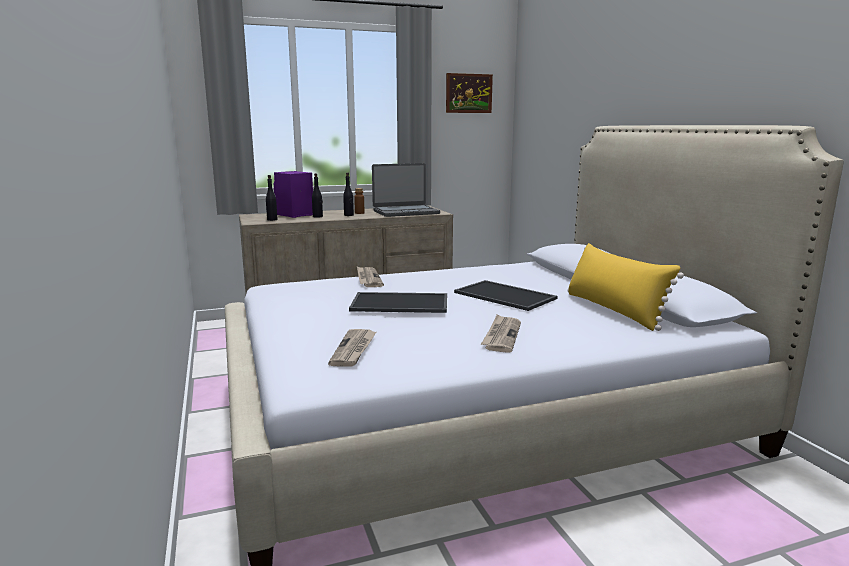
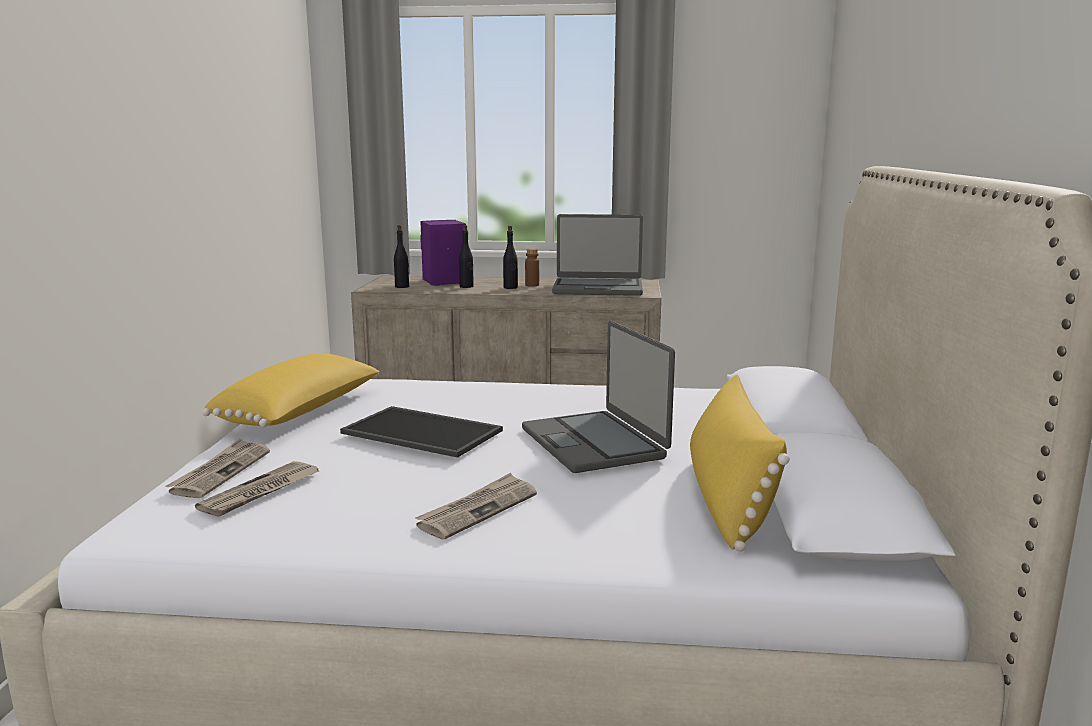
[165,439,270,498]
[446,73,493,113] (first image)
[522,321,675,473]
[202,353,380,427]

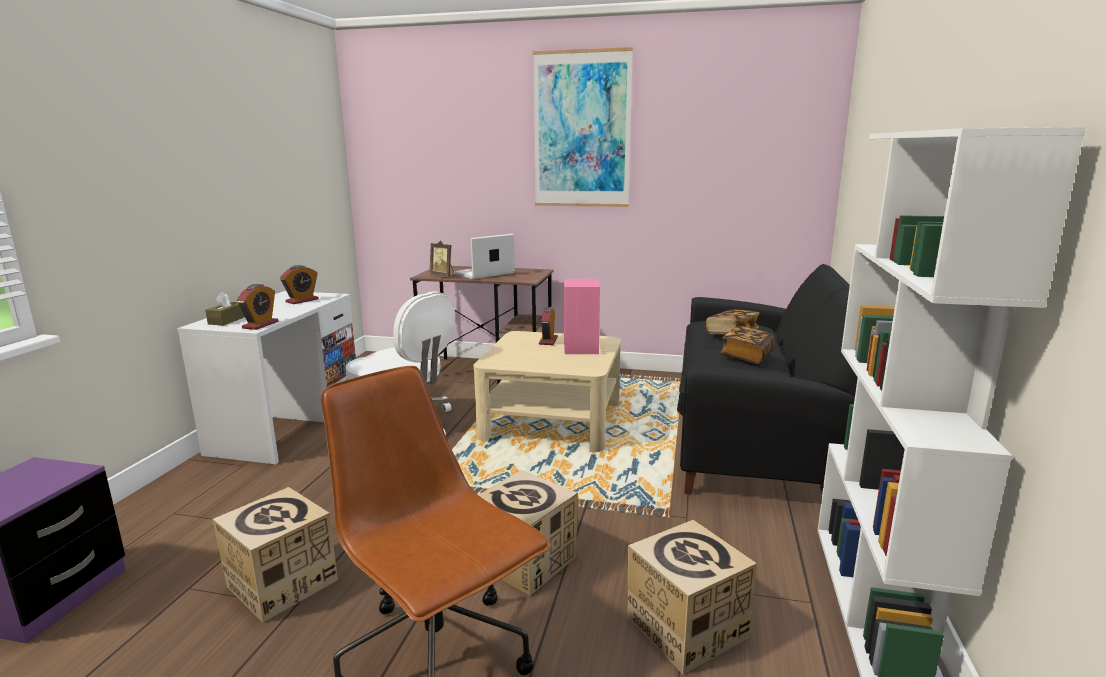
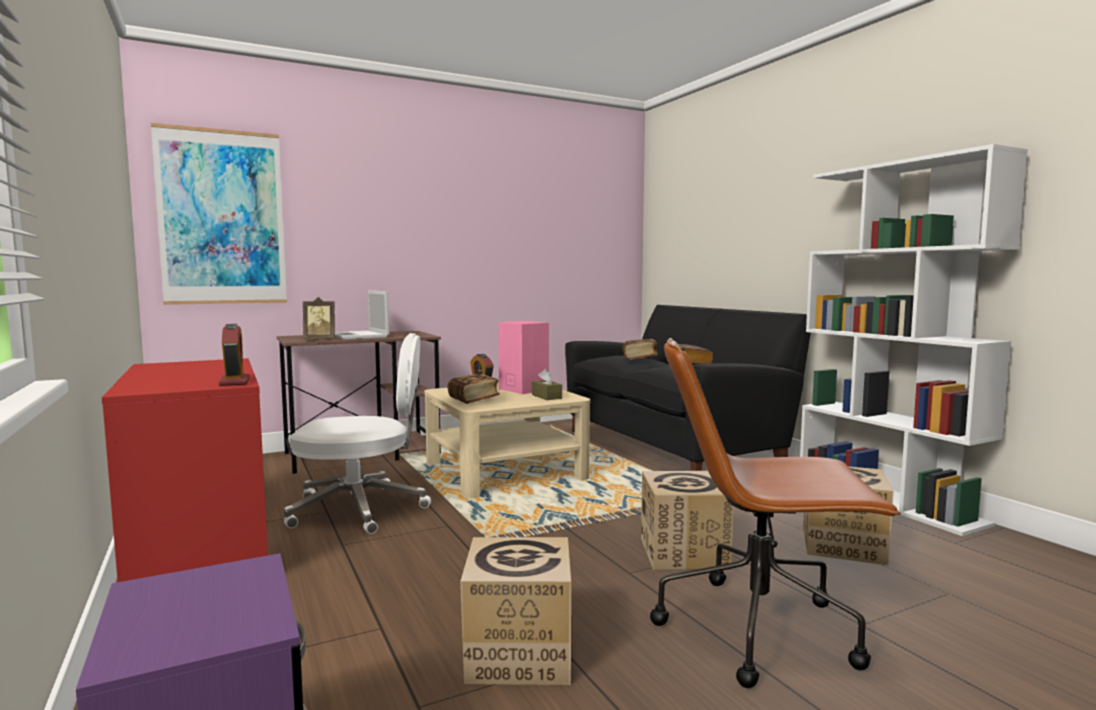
[102,358,268,582]
[532,369,562,400]
[280,265,319,304] (first image)
[335,290,389,340]
[151,123,287,305]
[448,374,500,404]

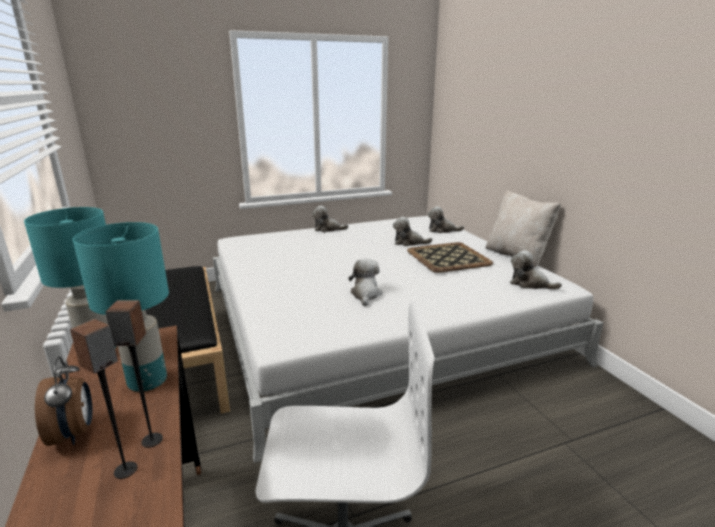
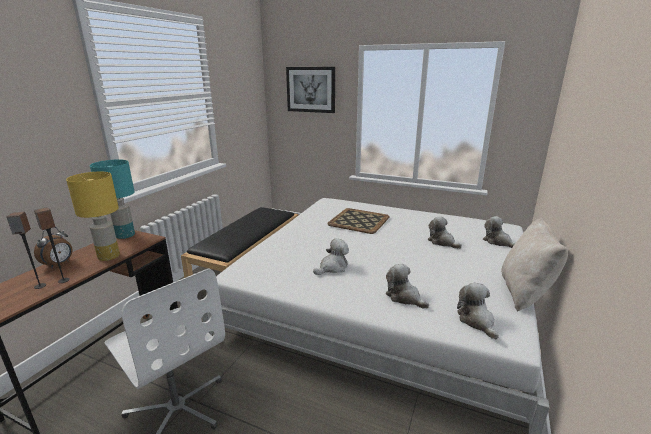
[66,172,120,261]
[385,264,429,309]
[327,208,390,234]
[286,67,335,113]

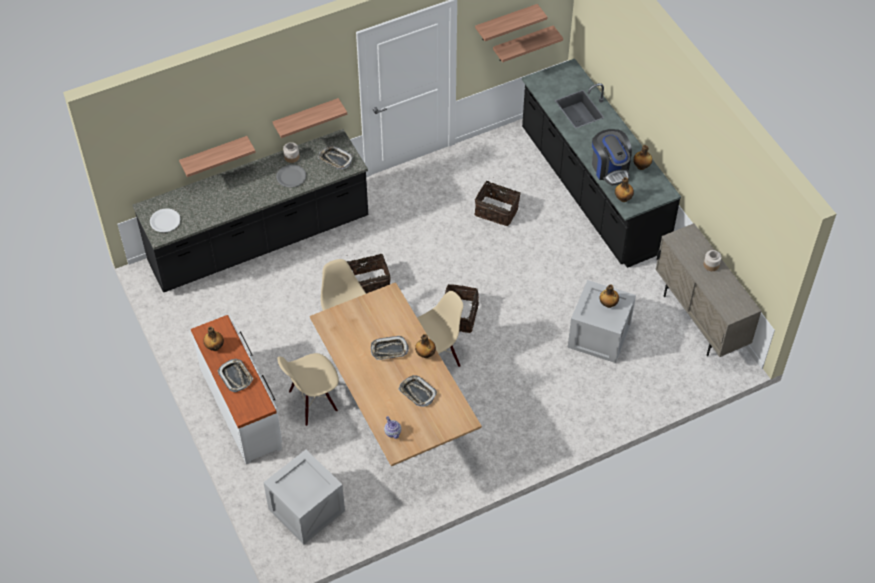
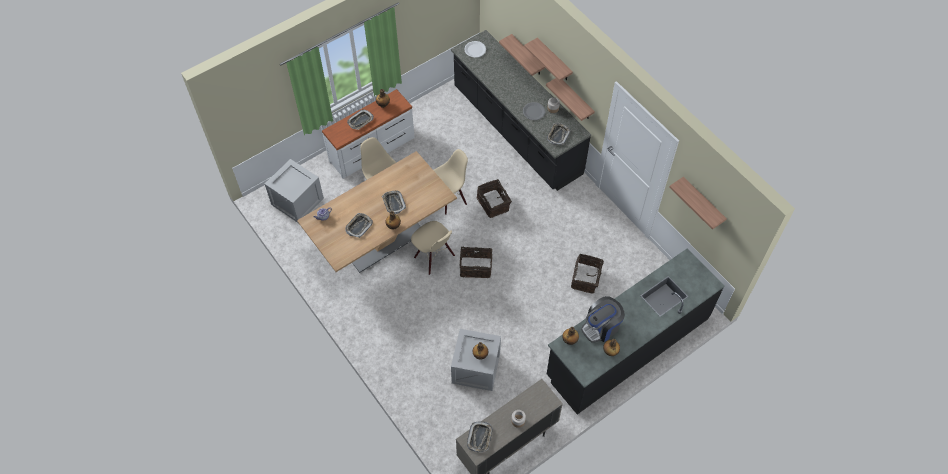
[524,38,573,81]
[467,421,493,452]

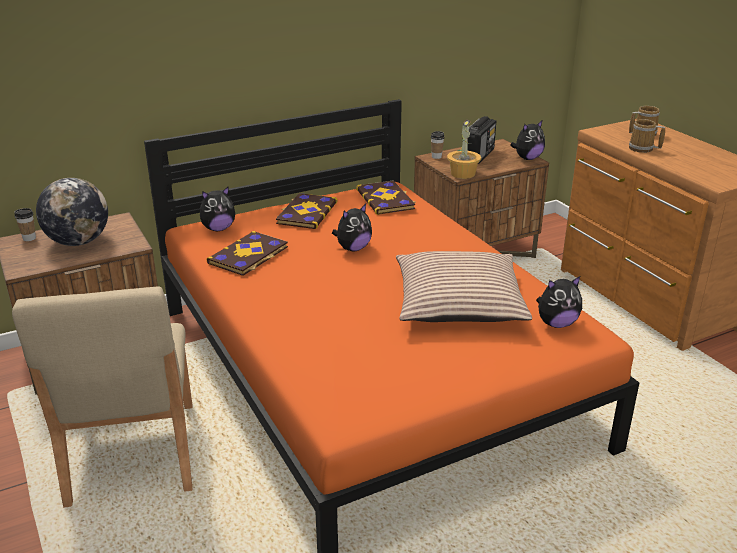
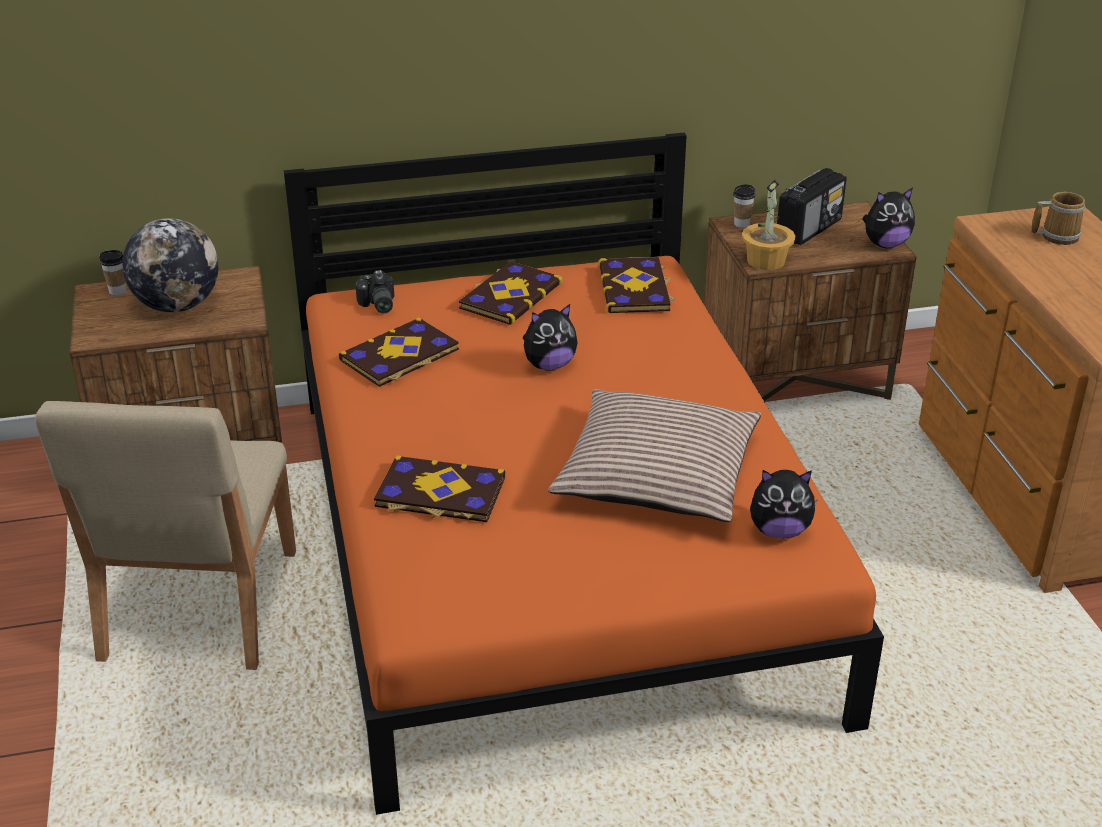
[355,270,395,314]
[629,119,665,153] (first image)
[374,455,505,522]

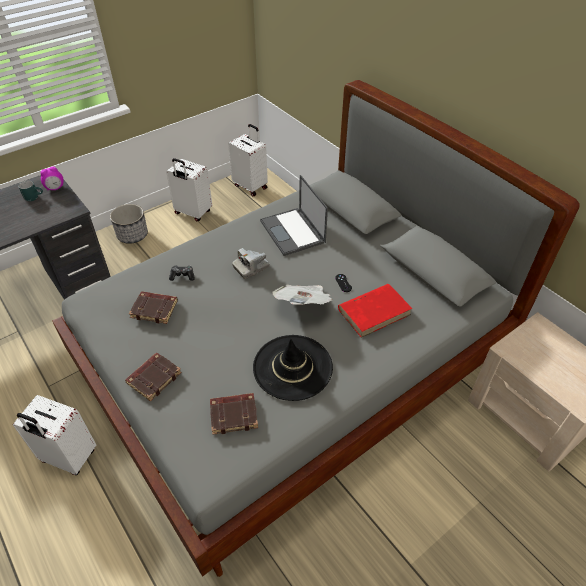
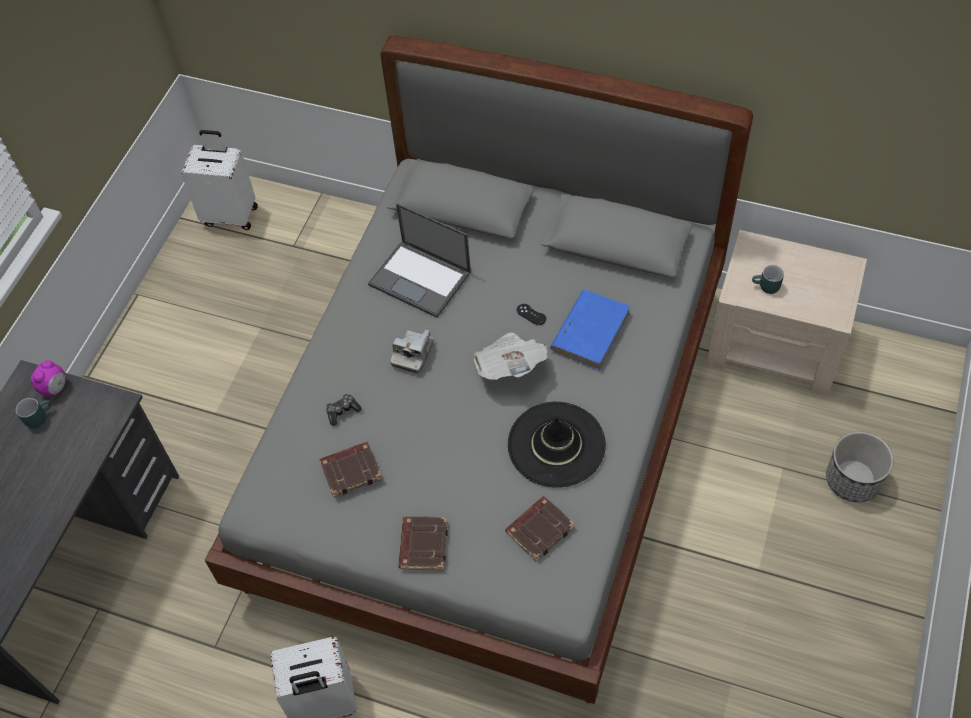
[826,431,894,502]
[166,158,212,221] (first image)
[550,290,631,370]
[752,265,784,294]

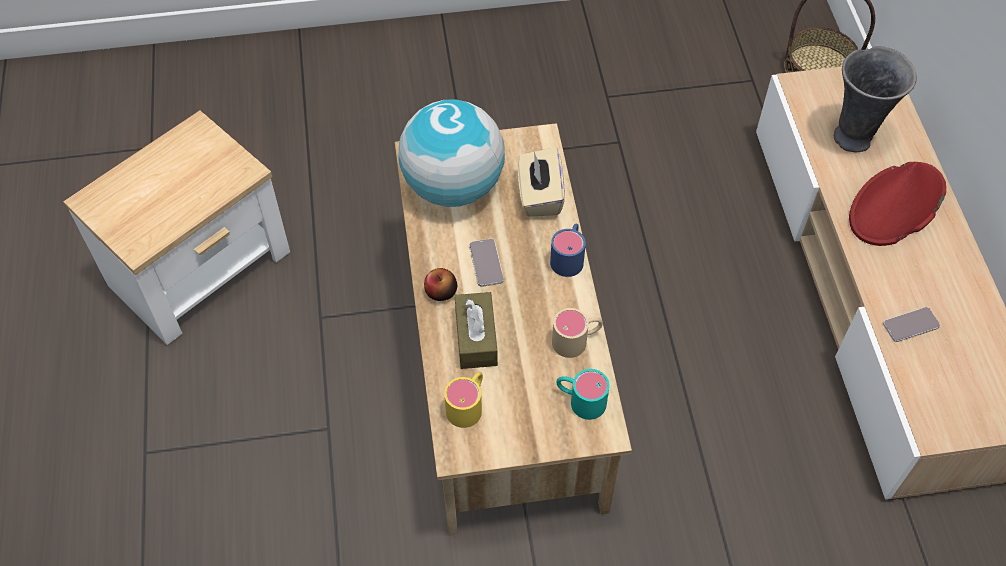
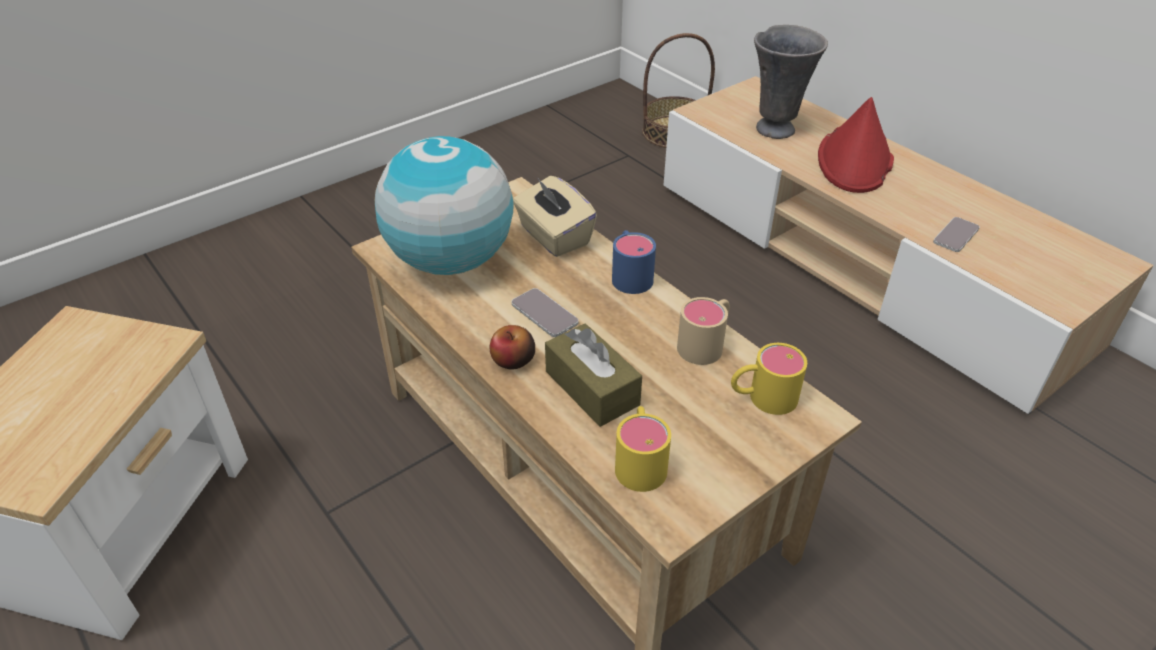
[731,343,807,415]

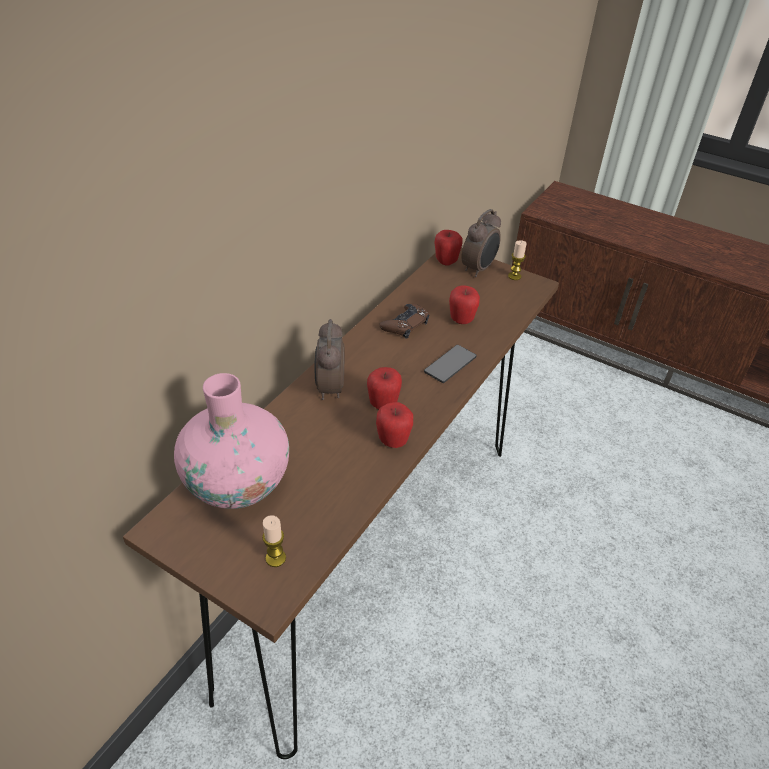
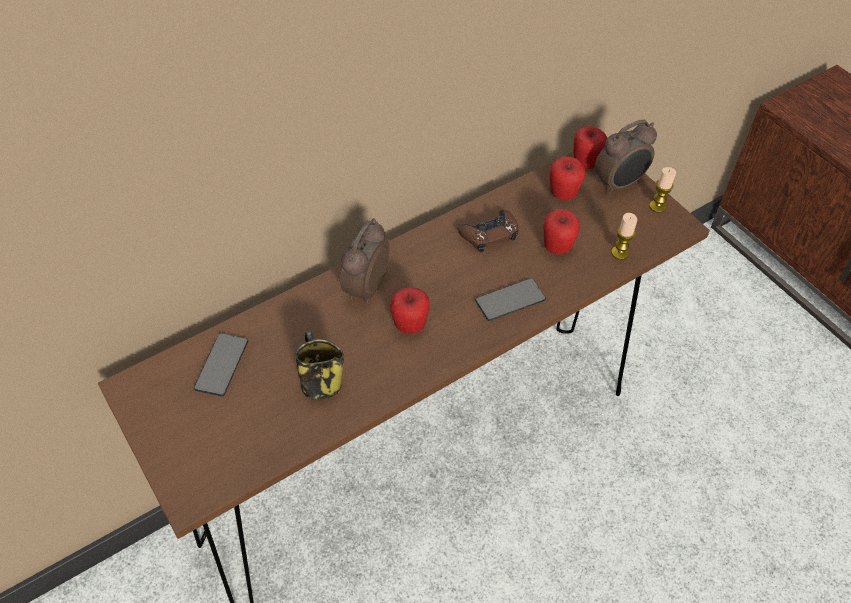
[194,333,248,397]
[611,213,637,260]
[549,157,585,200]
[295,332,344,400]

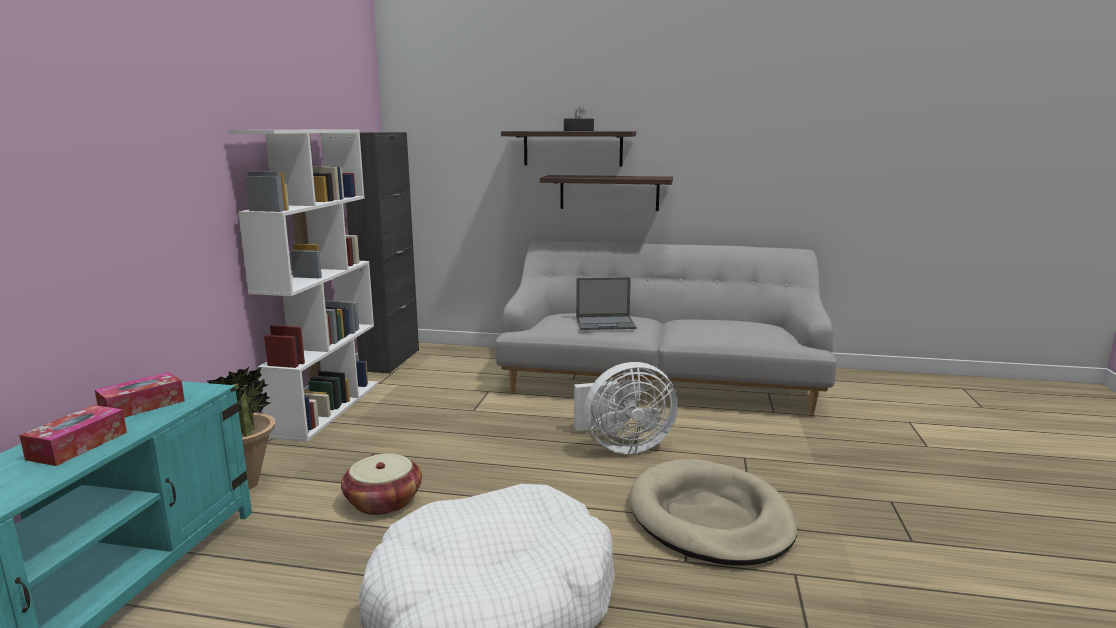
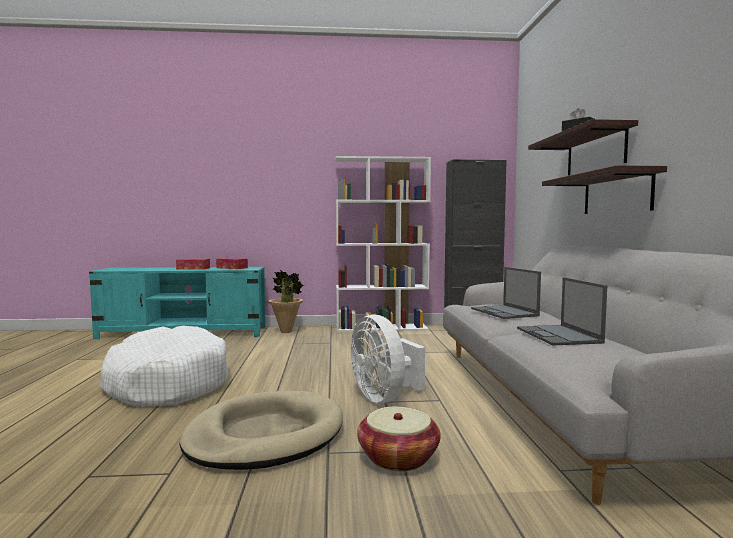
[357,407,441,471]
[517,277,607,345]

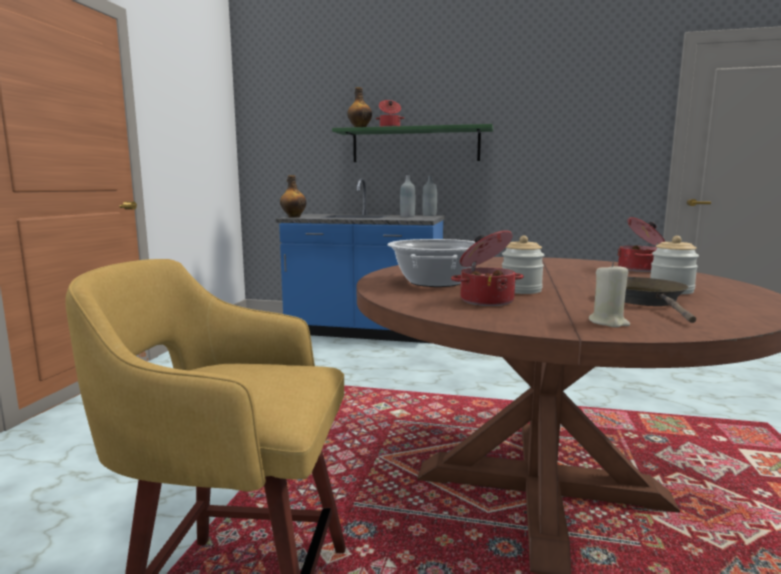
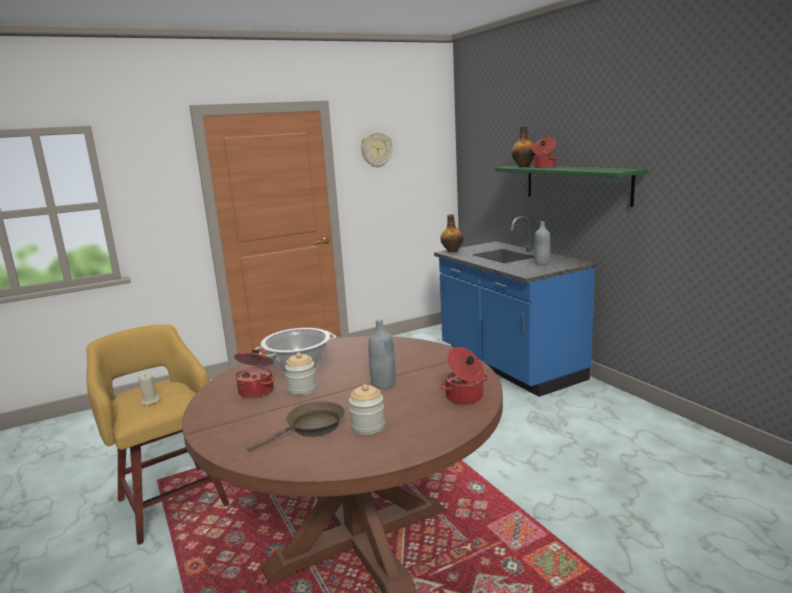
[368,320,396,389]
[138,374,160,406]
[361,132,393,168]

